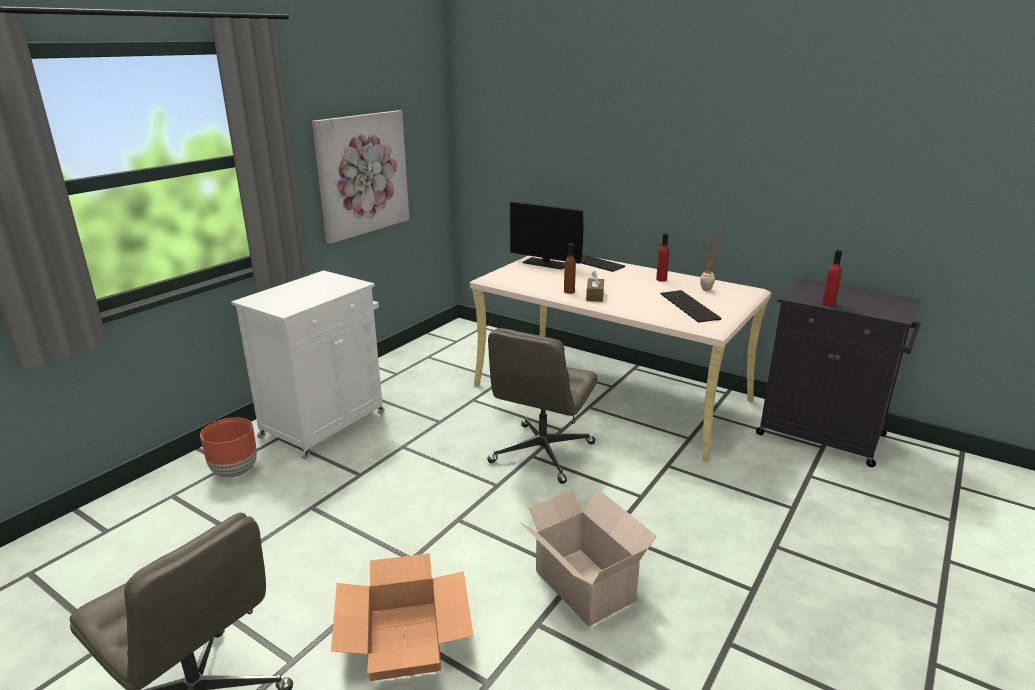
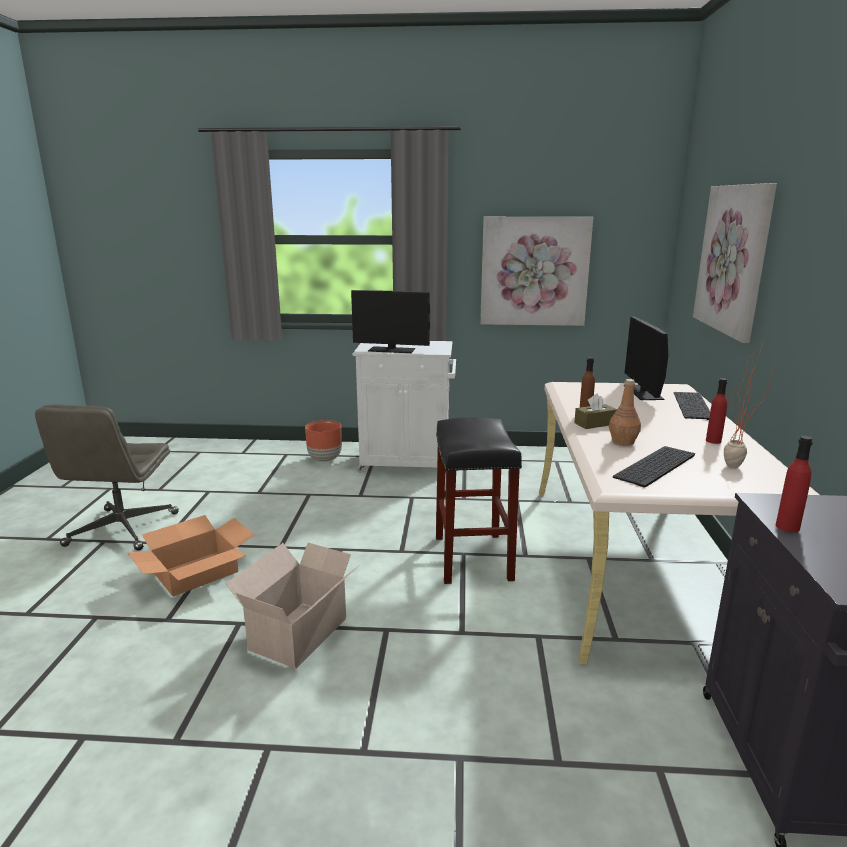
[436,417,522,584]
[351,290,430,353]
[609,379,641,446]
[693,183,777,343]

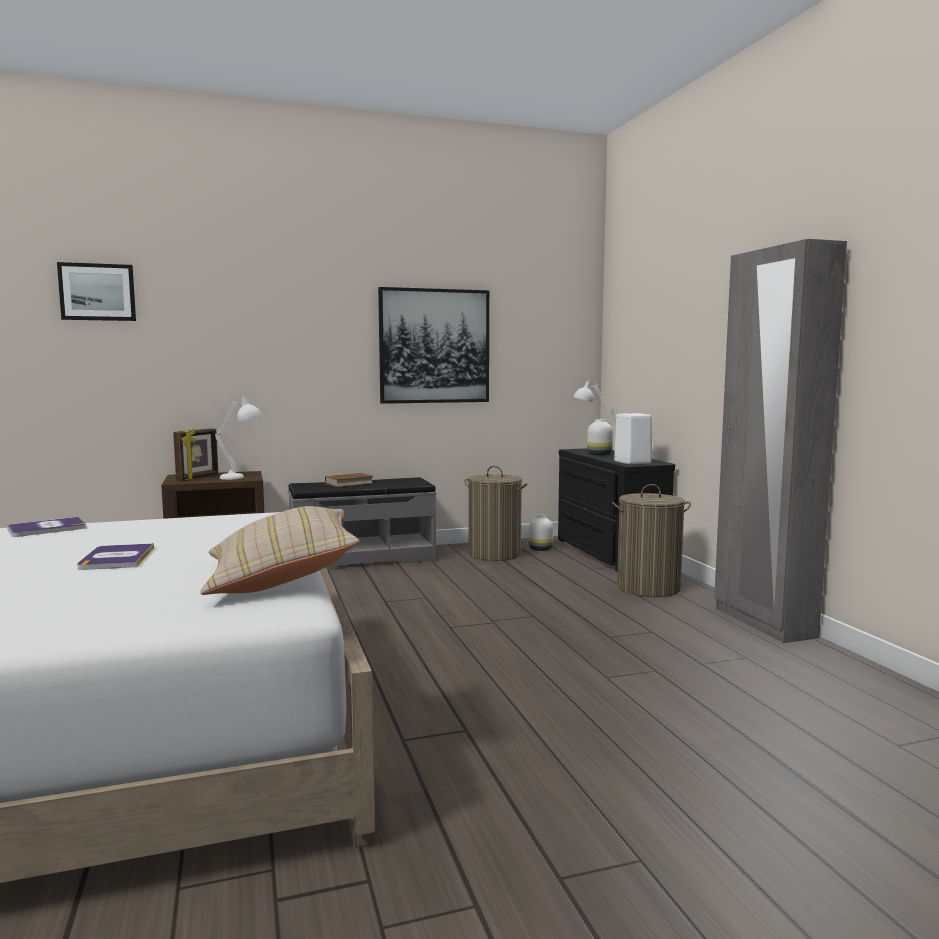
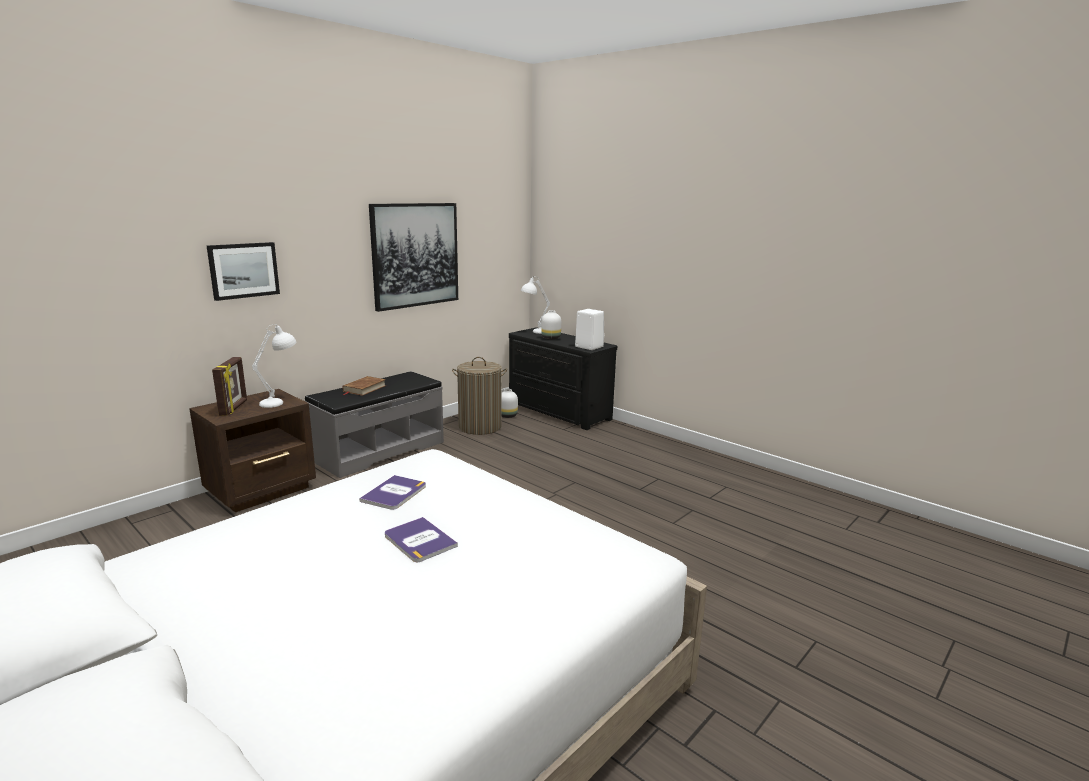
[359,475,426,510]
[207,242,280,301]
[200,506,360,595] (first image)
[612,484,691,597] (first image)
[714,239,847,643] (first image)

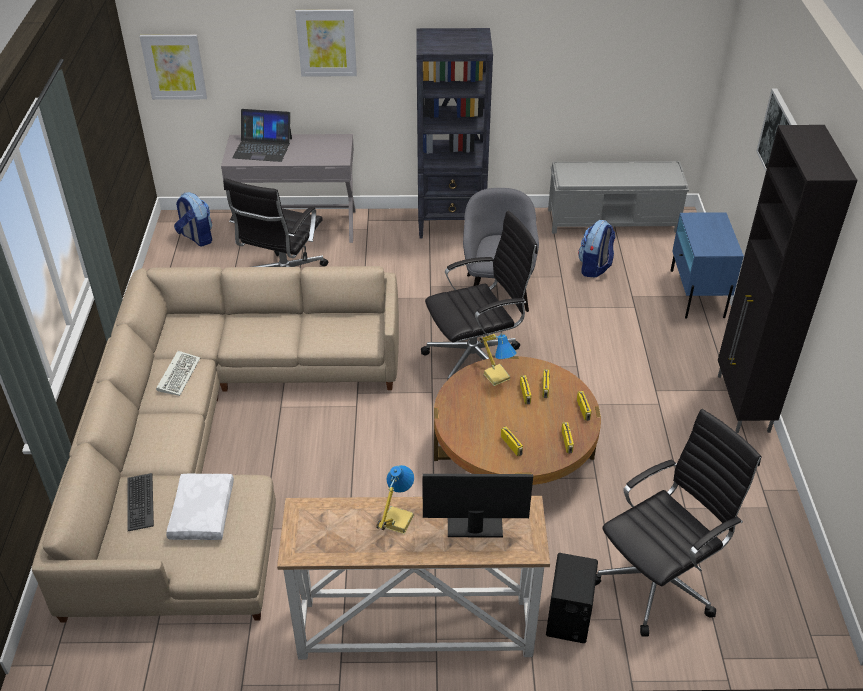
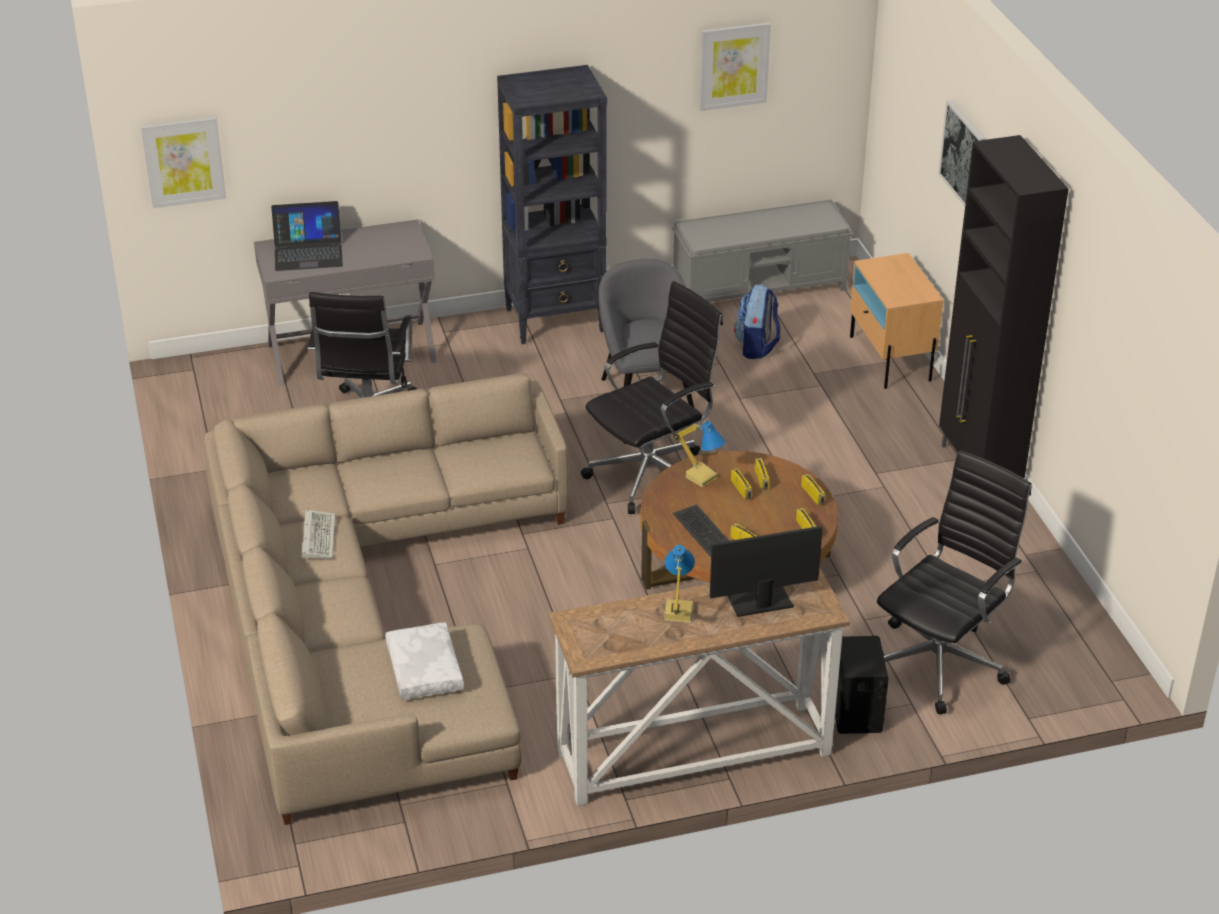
[673,504,729,557]
[174,192,212,246] (first image)
[699,22,771,111]
[850,253,944,389]

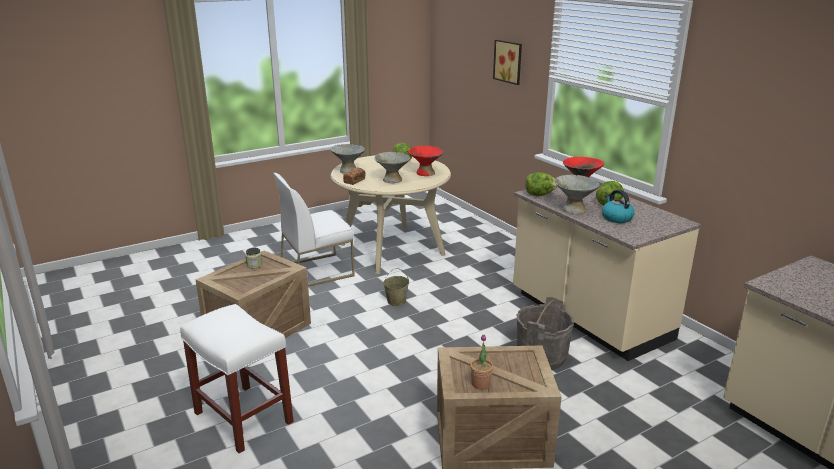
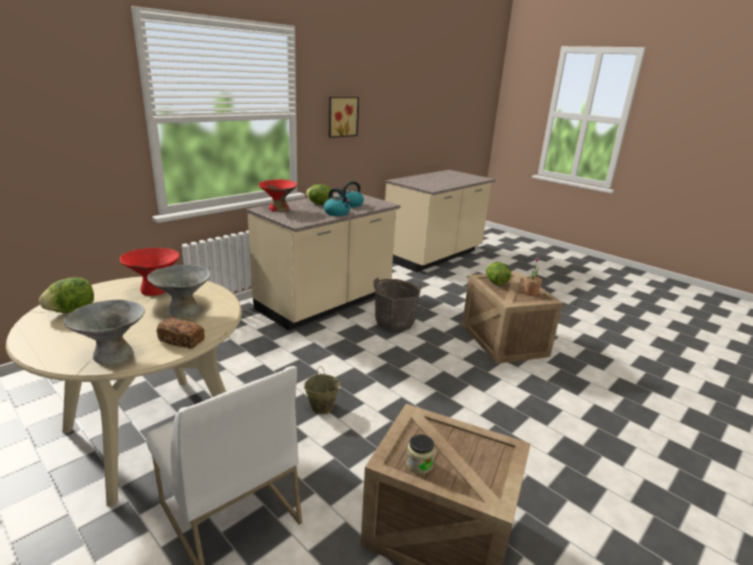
[180,304,294,454] (first image)
[329,97,359,138]
[486,262,511,285]
[324,188,351,216]

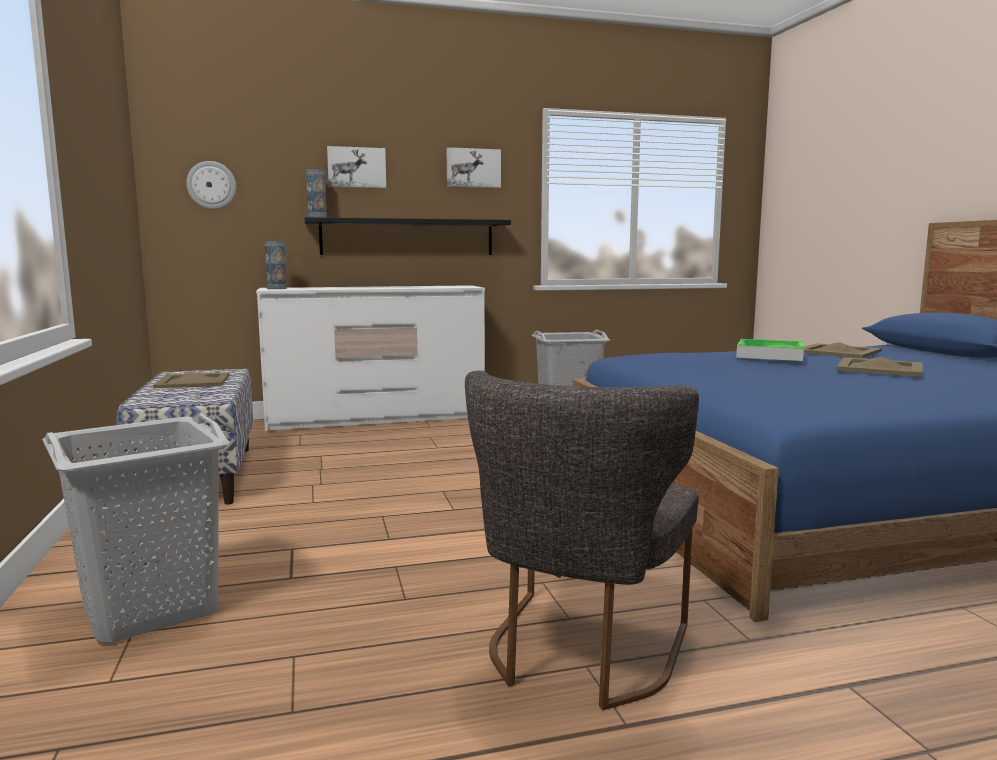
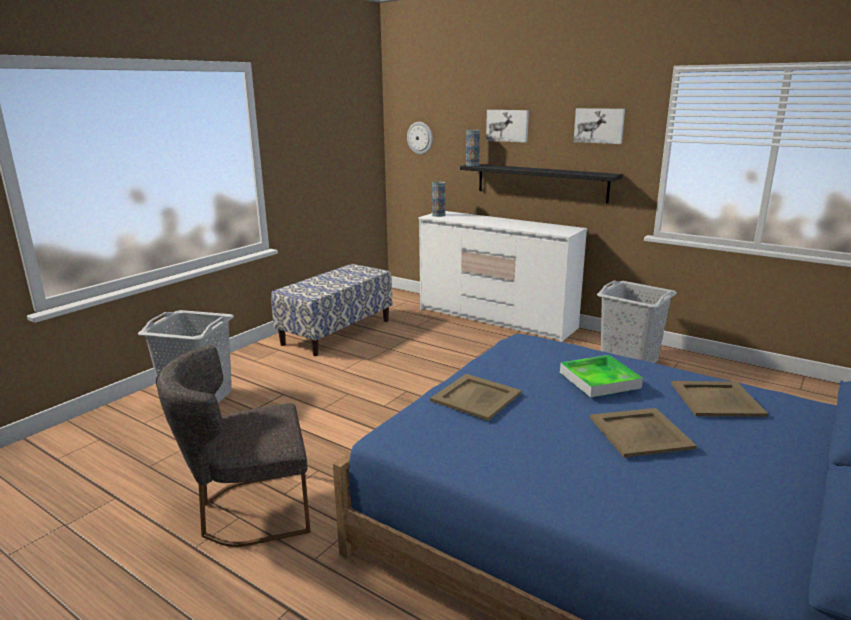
[430,374,522,421]

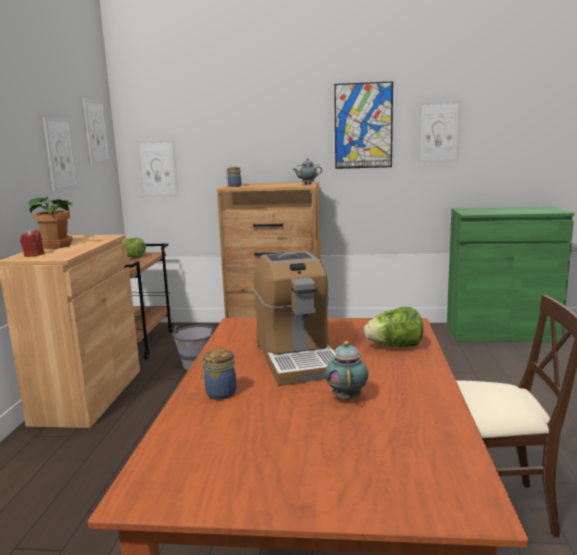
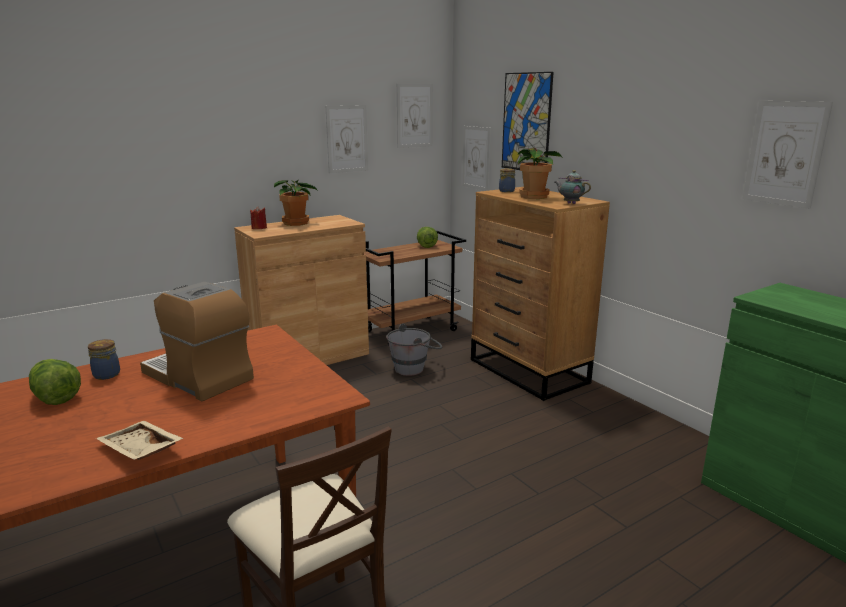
[140,282,254,401]
[325,341,368,401] (first image)
[502,72,554,170]
[29,359,81,405]
[96,421,184,460]
[518,149,563,199]

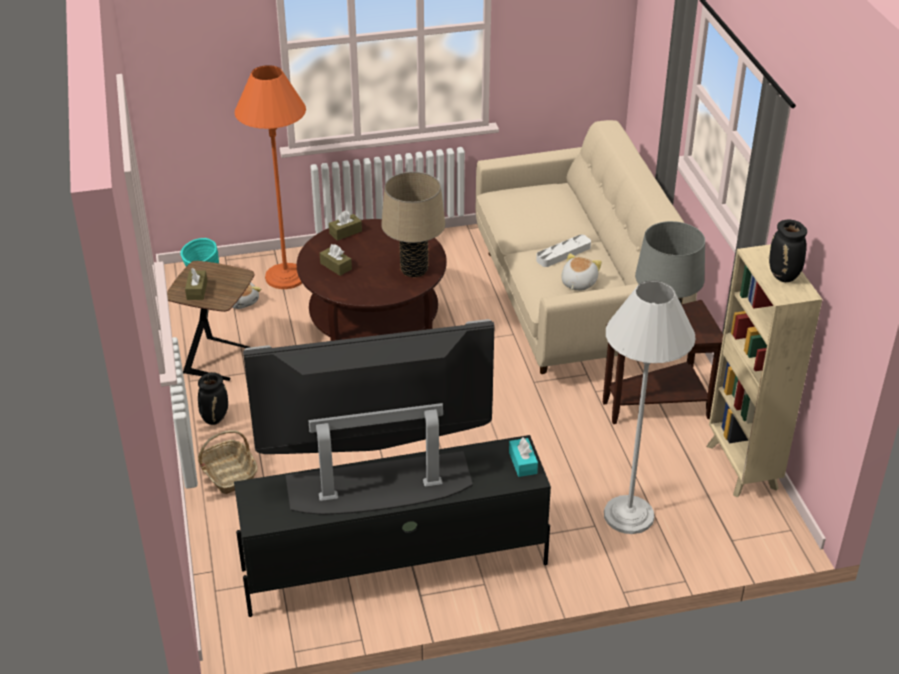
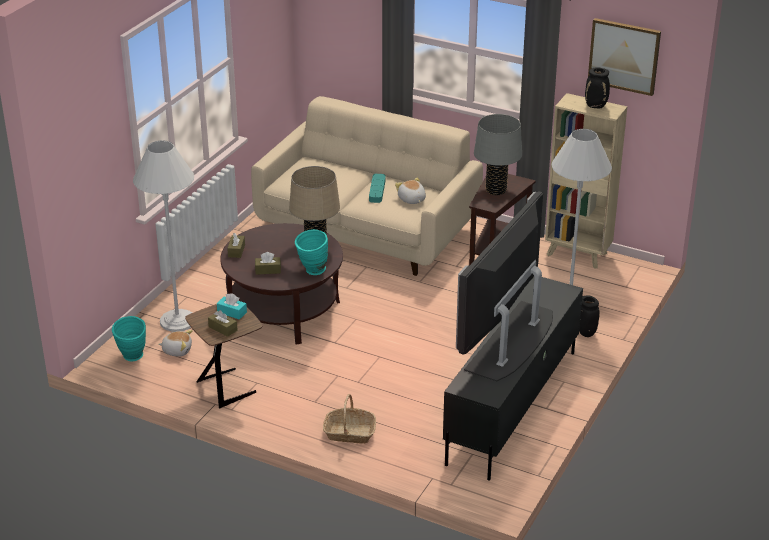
[579,295,600,337]
[133,140,194,332]
[217,293,247,320]
[369,174,386,203]
[295,229,328,275]
[588,18,661,96]

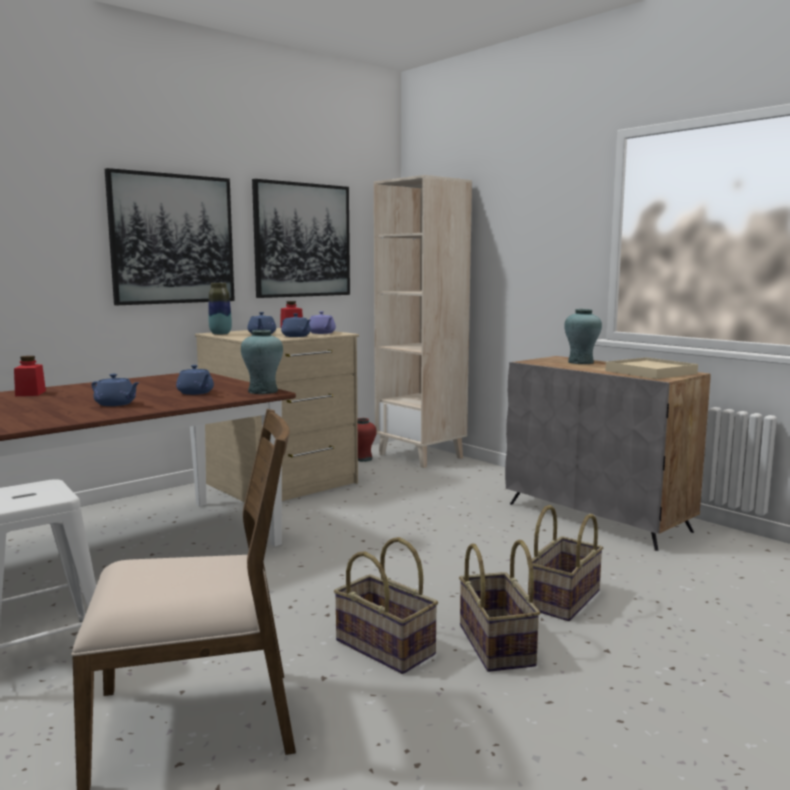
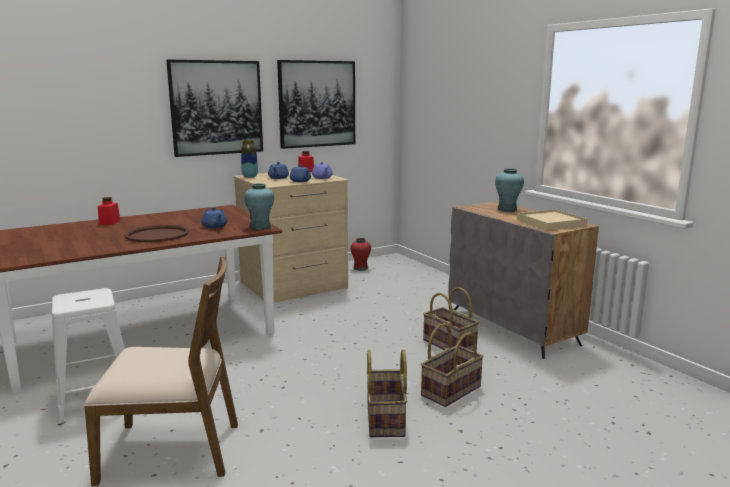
[125,225,189,242]
[423,287,479,351]
[374,175,472,468] (first image)

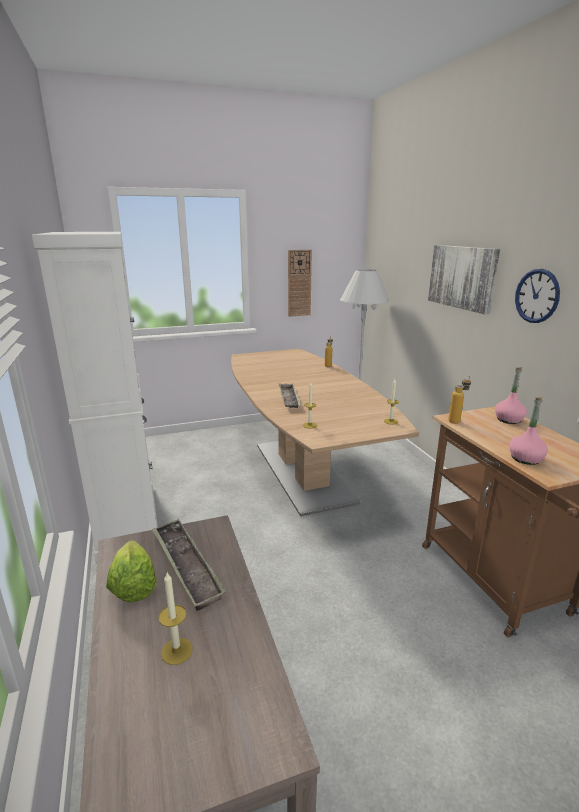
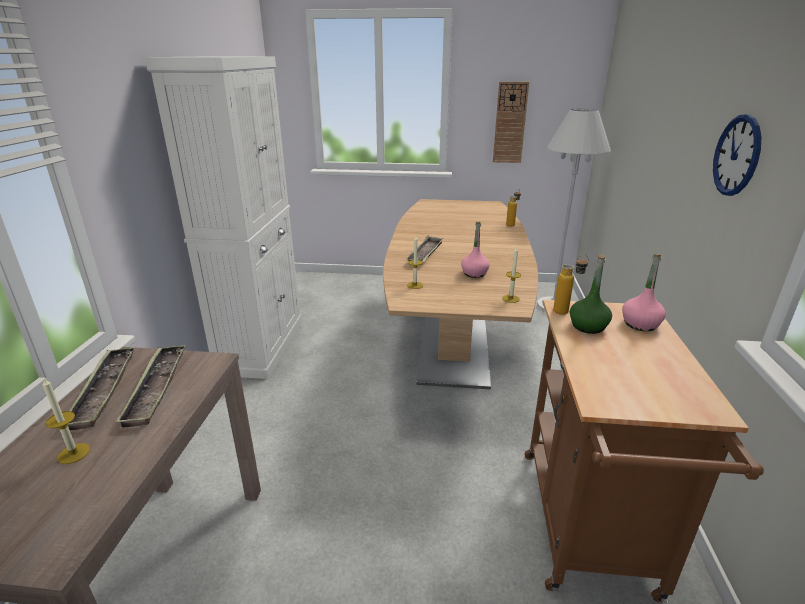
[67,347,135,430]
[428,245,500,314] (first image)
[461,222,490,278]
[570,254,612,334]

